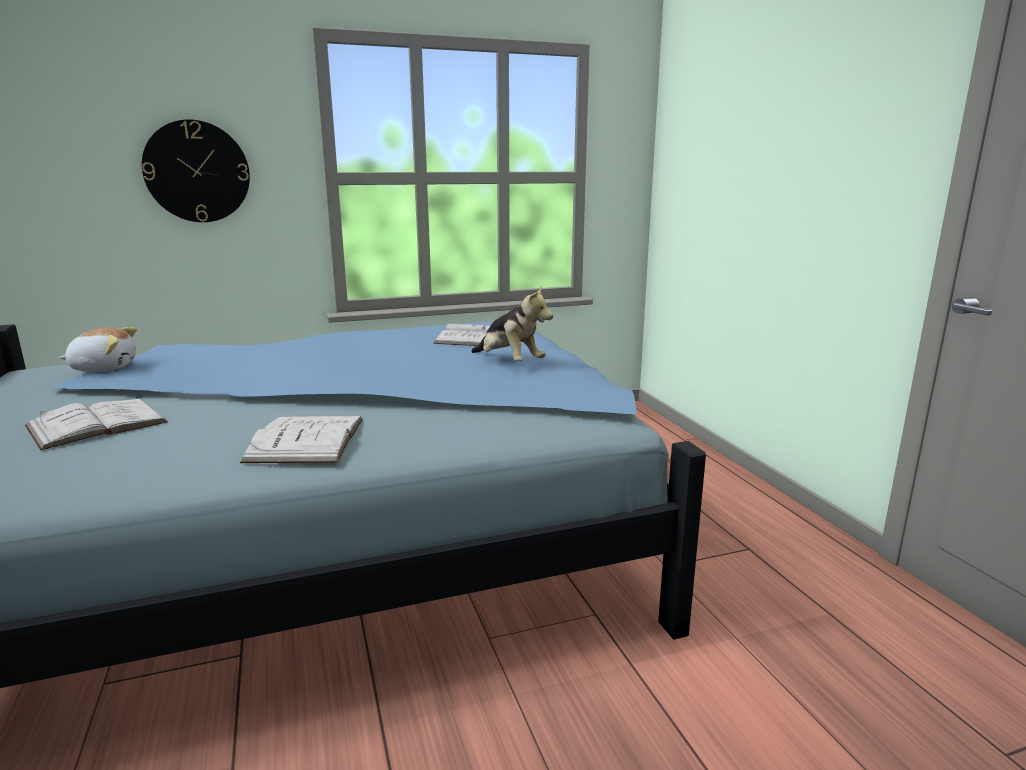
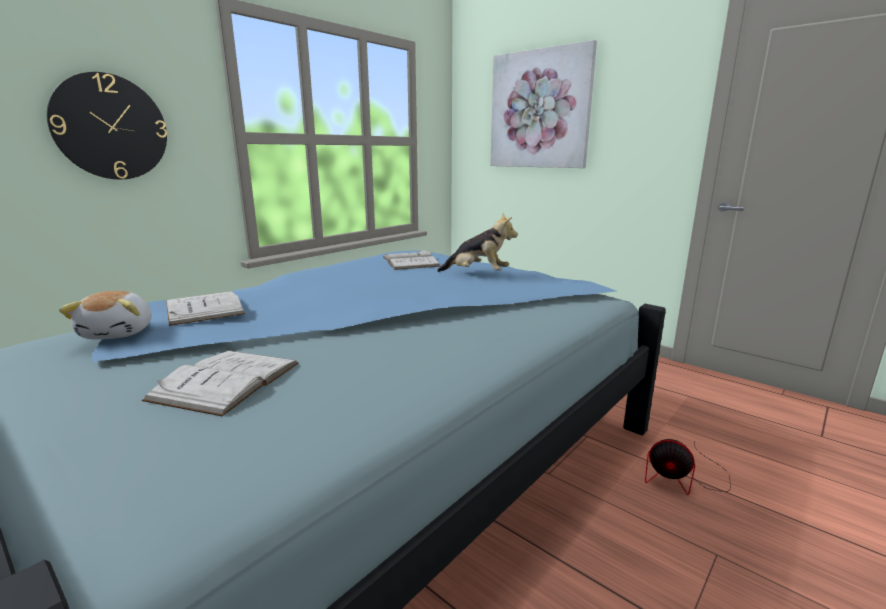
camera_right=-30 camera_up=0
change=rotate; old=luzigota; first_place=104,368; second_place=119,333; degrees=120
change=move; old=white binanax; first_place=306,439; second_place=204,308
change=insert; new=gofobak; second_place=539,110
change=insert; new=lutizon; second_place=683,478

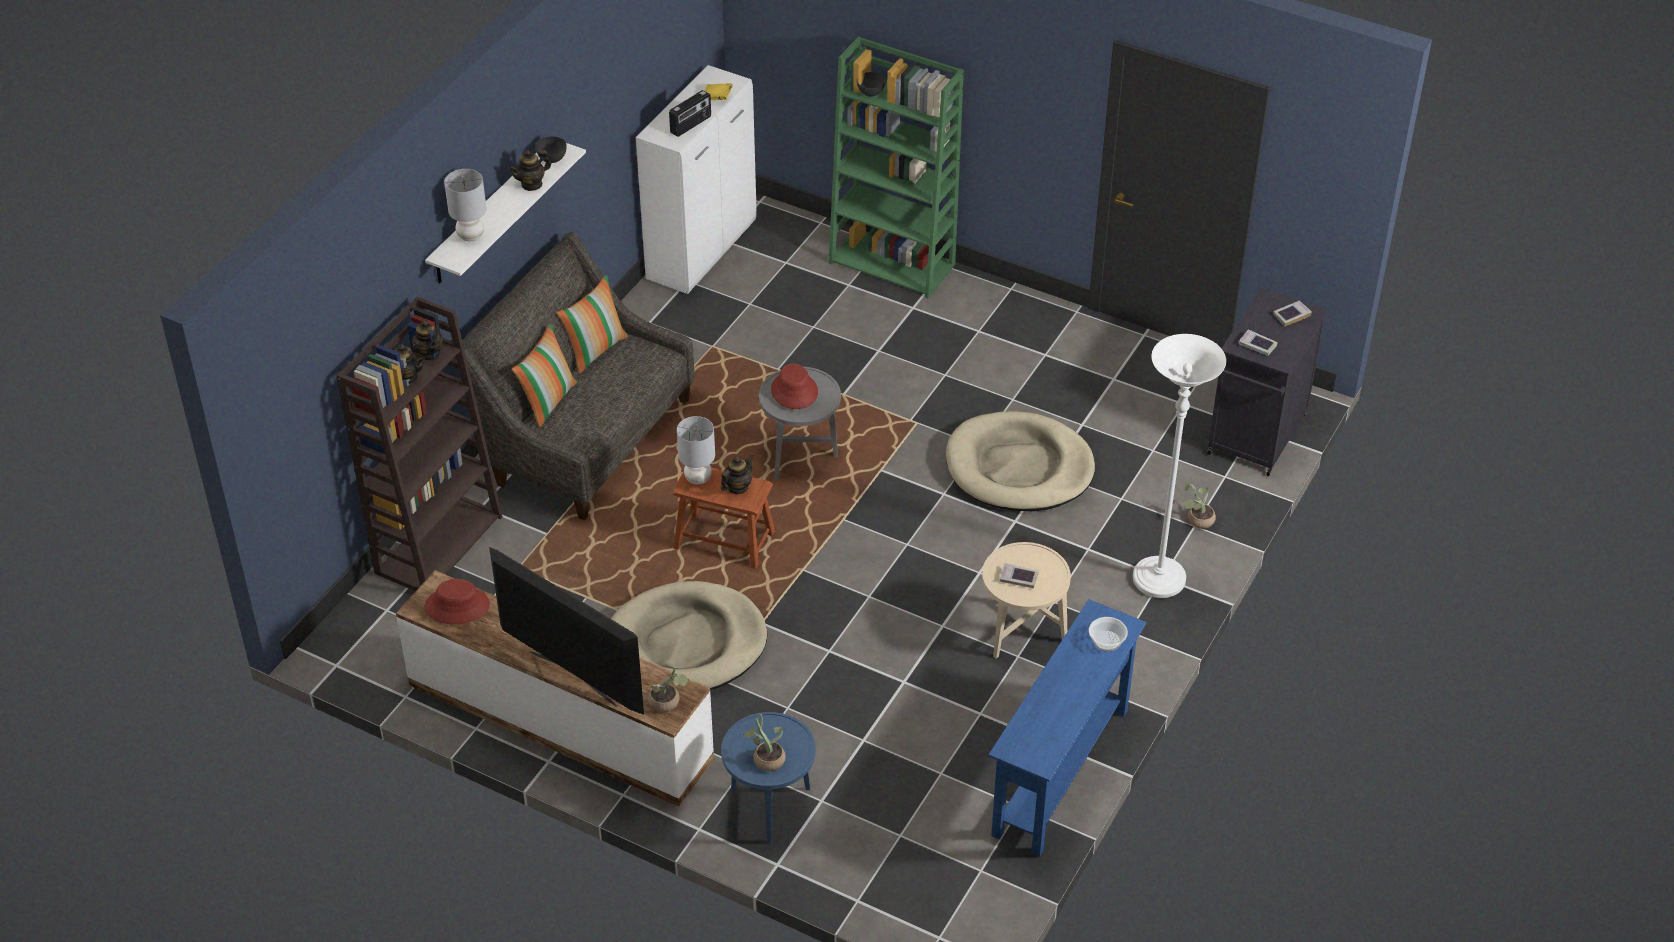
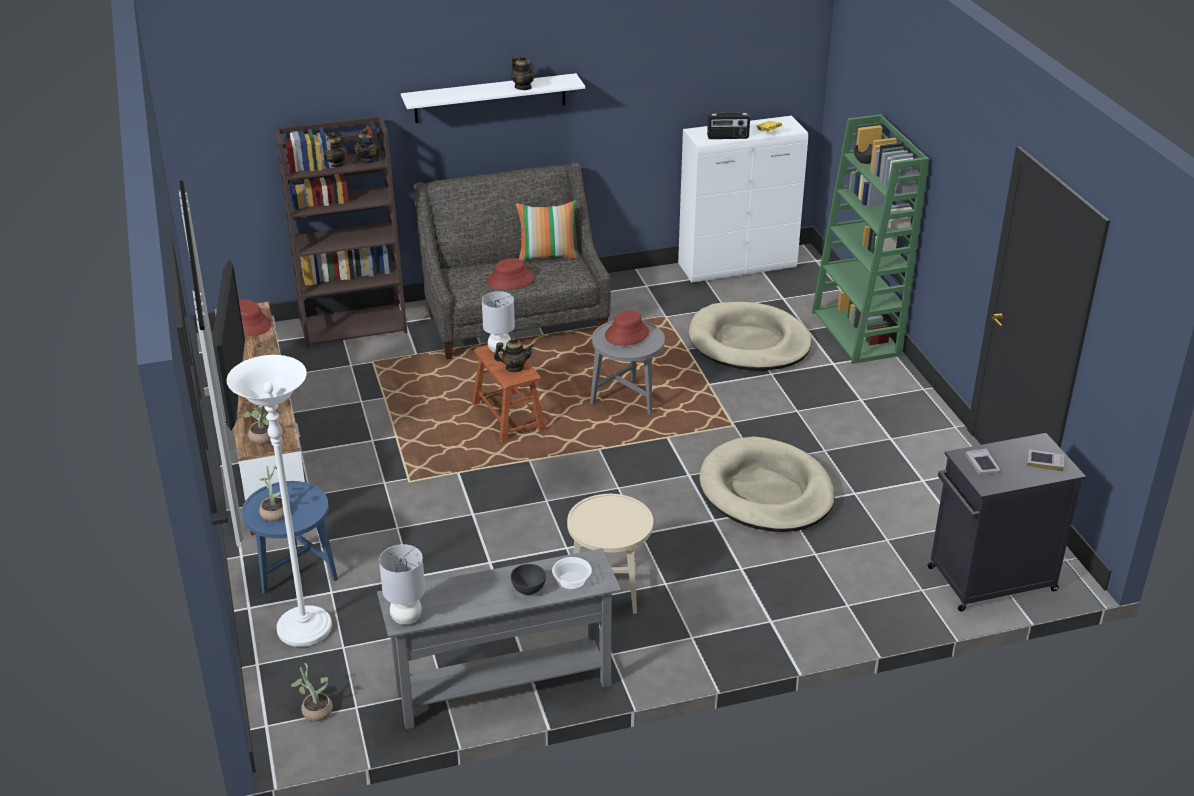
camera_right=45 camera_up=-10
change=move; old=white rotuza; first_place=1159,580; second_place=304,629
change=move; old=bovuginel; first_place=1197,520; second_place=314,710
change=recolor; old=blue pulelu; new=grey pulelu; first_place=1061,772; second_place=504,689
change=move; old=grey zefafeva; first_place=471,236; second_place=406,618
change=insert; new=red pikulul; second_place=510,280
change=rotate; old=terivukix; first_place=532,184; second_place=523,87; degrees=-135
change=move; old=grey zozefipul; first_place=552,159; second_place=529,589
change=move; old=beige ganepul; first_place=687,643; second_place=749,342
change=delete; old=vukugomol; first_place=548,400
change=delete; old=binanax; first_place=1018,578

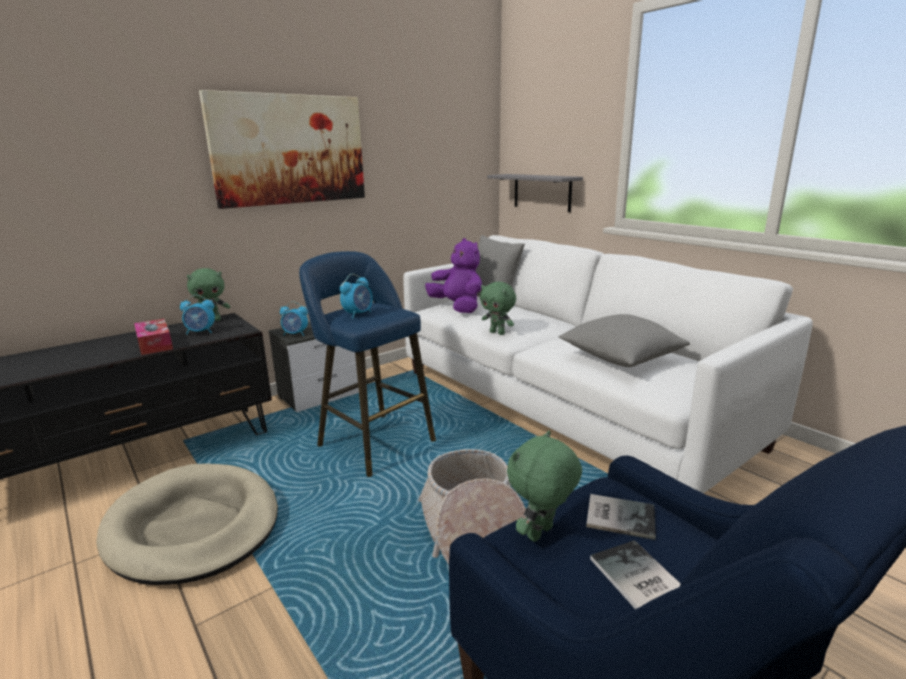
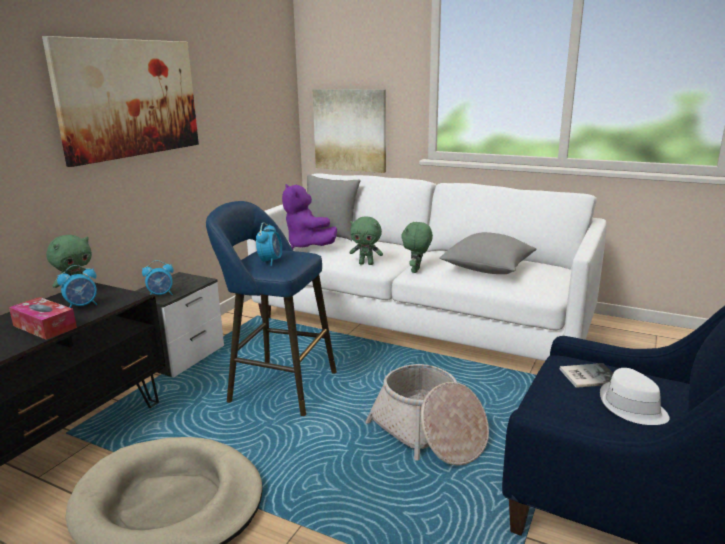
camera_right=-25 camera_up=0
change=rotate; old=purple luzigota; first_place=457,307; second_place=307,246; degrees=-150
change=replace; old=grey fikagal; new=gofobak; first_place=542,192; second_place=350,130
change=move; old=green luzigota; first_place=541,534; second_place=416,271
change=replace; old=binanax; new=white pikulul; first_place=635,577; second_place=632,407

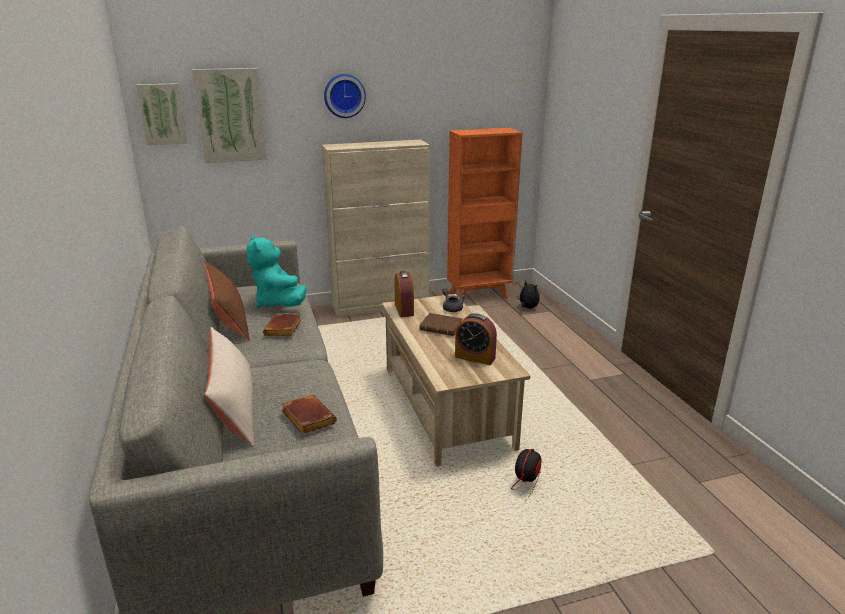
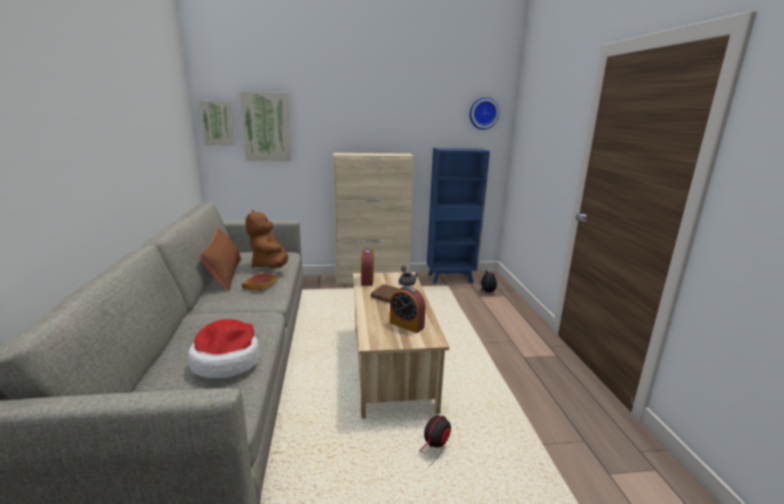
camera_right=10 camera_up=-5
change=replace; old=brown binanax; new=pikulul; first_place=306,418; second_place=227,361
change=recolor; old=turquoise luzigota; new=brown luzigota; first_place=278,303; second_place=270,265
change=recolor; old=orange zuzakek; new=blue zuzakek; first_place=479,295; second_place=451,278
change=move; old=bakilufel; first_place=344,95; second_place=483,113
change=delete; old=beige vukugomol; first_place=234,409

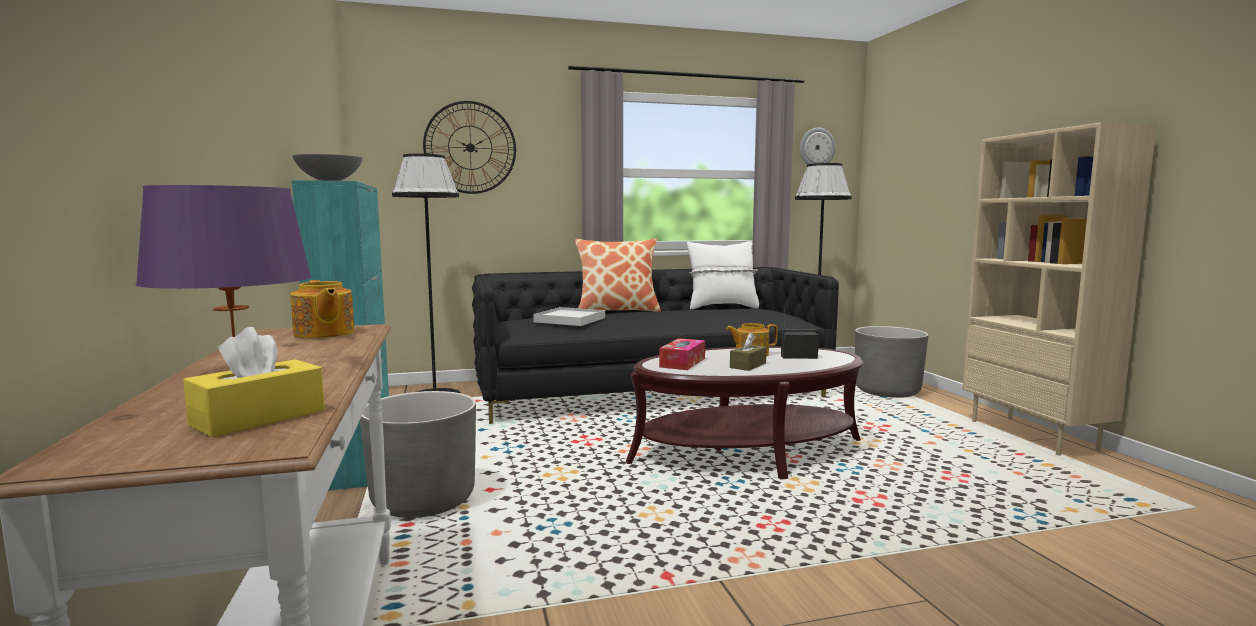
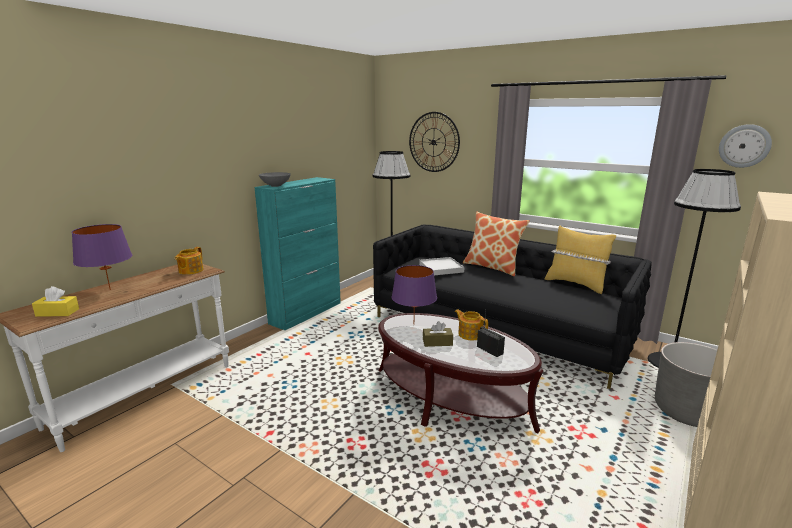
camera_right=50 camera_up=10
change=replace; old=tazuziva; new=purple zefafeva; first_place=682,362; second_place=413,324
change=recolor; old=white vukugomol; new=yellow vukugomol; first_place=721,307; second_place=575,284
change=delete; old=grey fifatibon; first_place=423,500

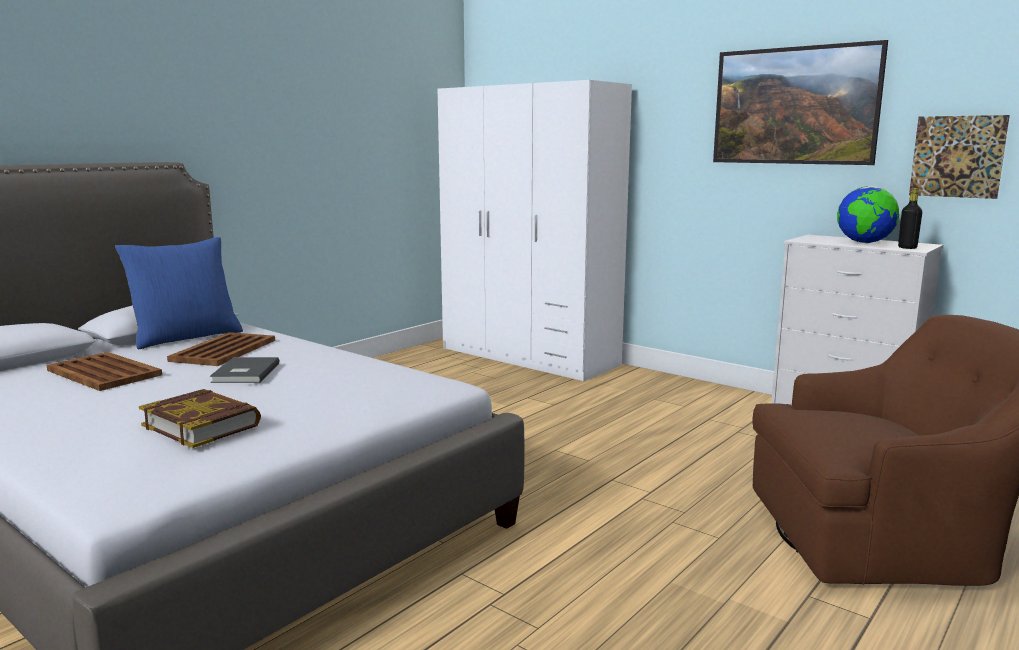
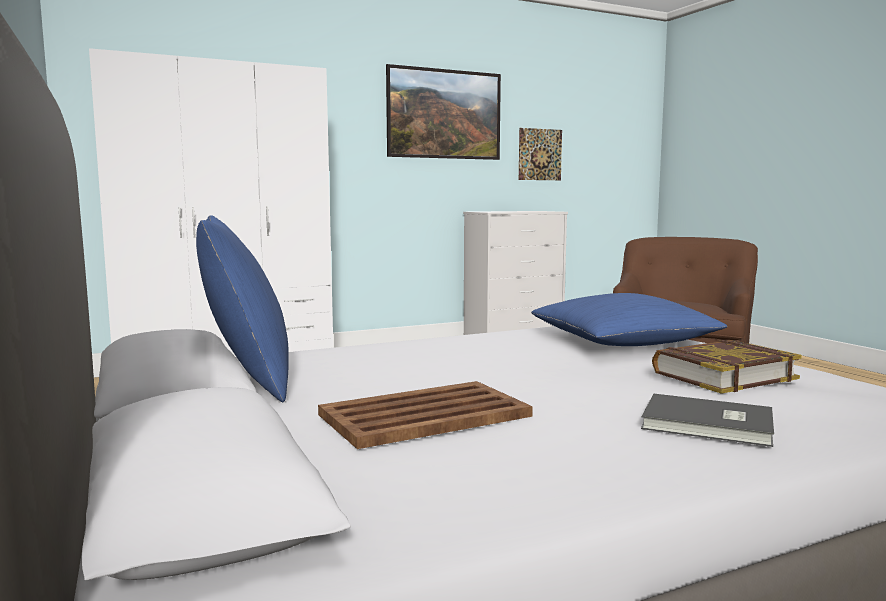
camera_right=-65 camera_up=-5
change=insert; new=blue vukugomol; second_place=621,342
change=move; old=grey binanax; first_place=244,373; second_place=709,425
change=delete; old=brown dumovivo; first_place=223,351
change=delete; old=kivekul; first_place=864,243
change=delete; old=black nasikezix; first_place=907,248

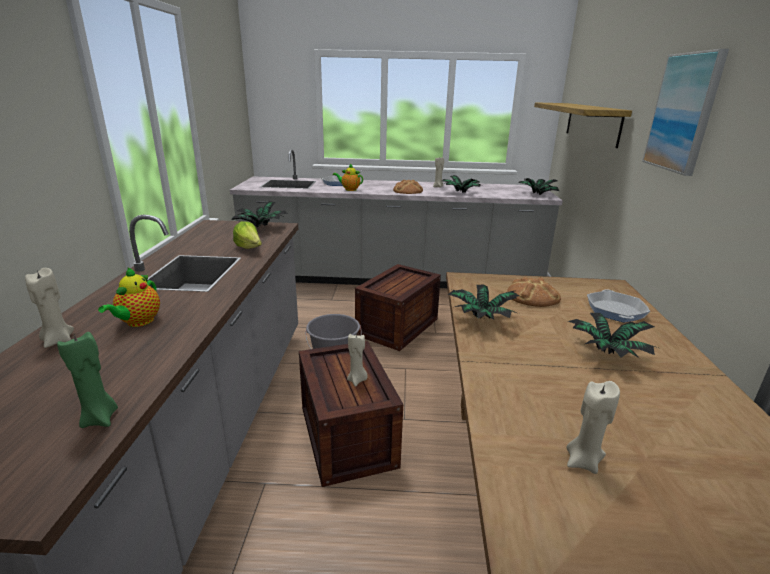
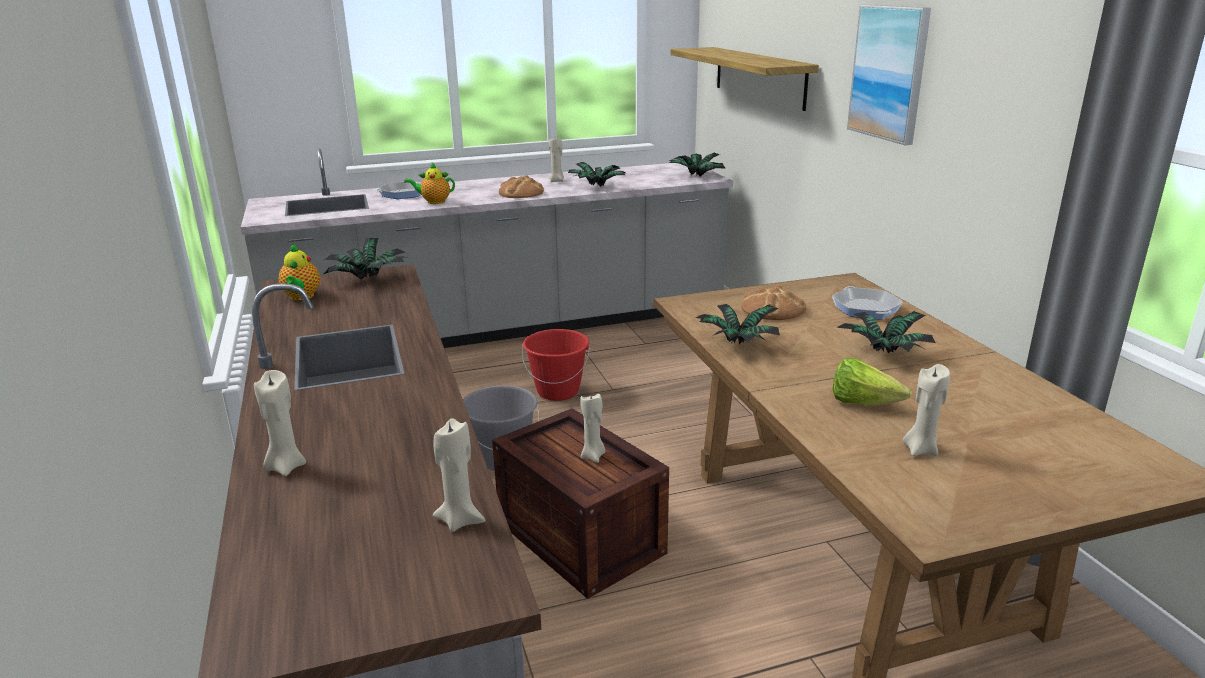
camera_right=-20 camera_up=0
change=move; old=terivukix; first_place=138,322; second_place=301,297
change=recolor; old=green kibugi; new=beige kibugi; first_place=100,418; second_place=460,520
change=replace; old=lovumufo; new=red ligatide; first_place=398,326; second_place=558,391
change=move; old=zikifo; first_place=249,249; second_place=863,403

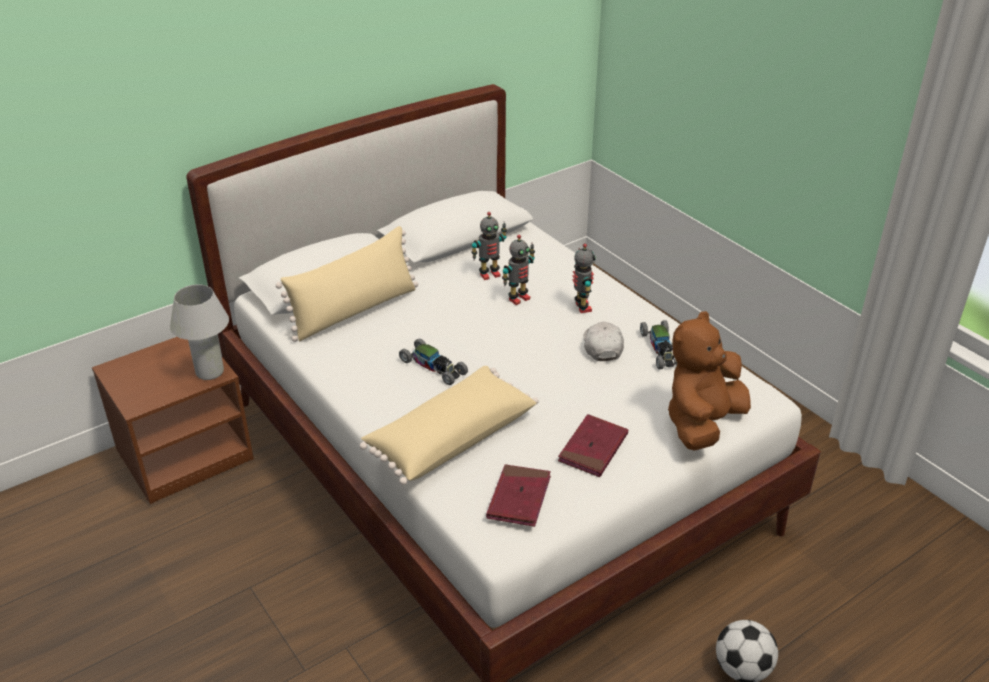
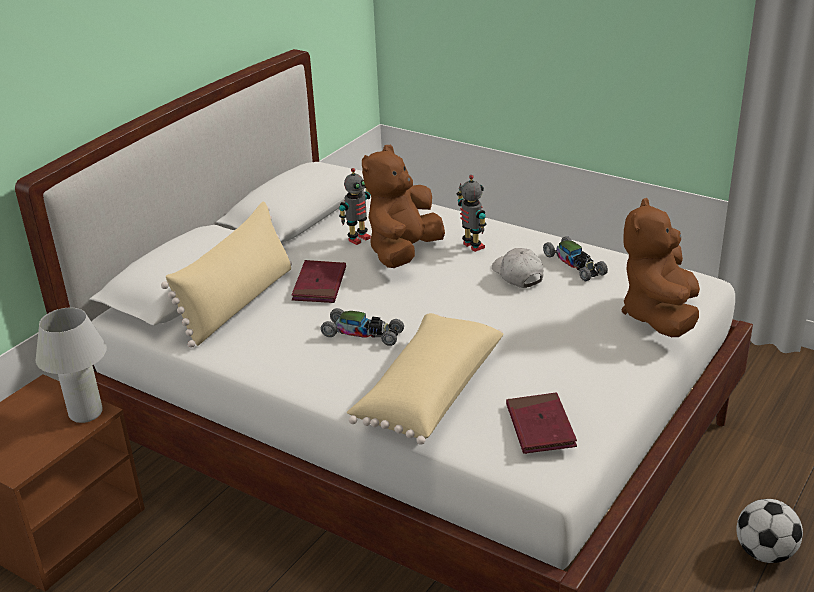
camera_right=-20 camera_up=-5
change=move; old=red binanax; first_place=593,448; second_place=319,285
change=replace; old=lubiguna; new=brown luzigota; first_place=518,298; second_place=403,253

